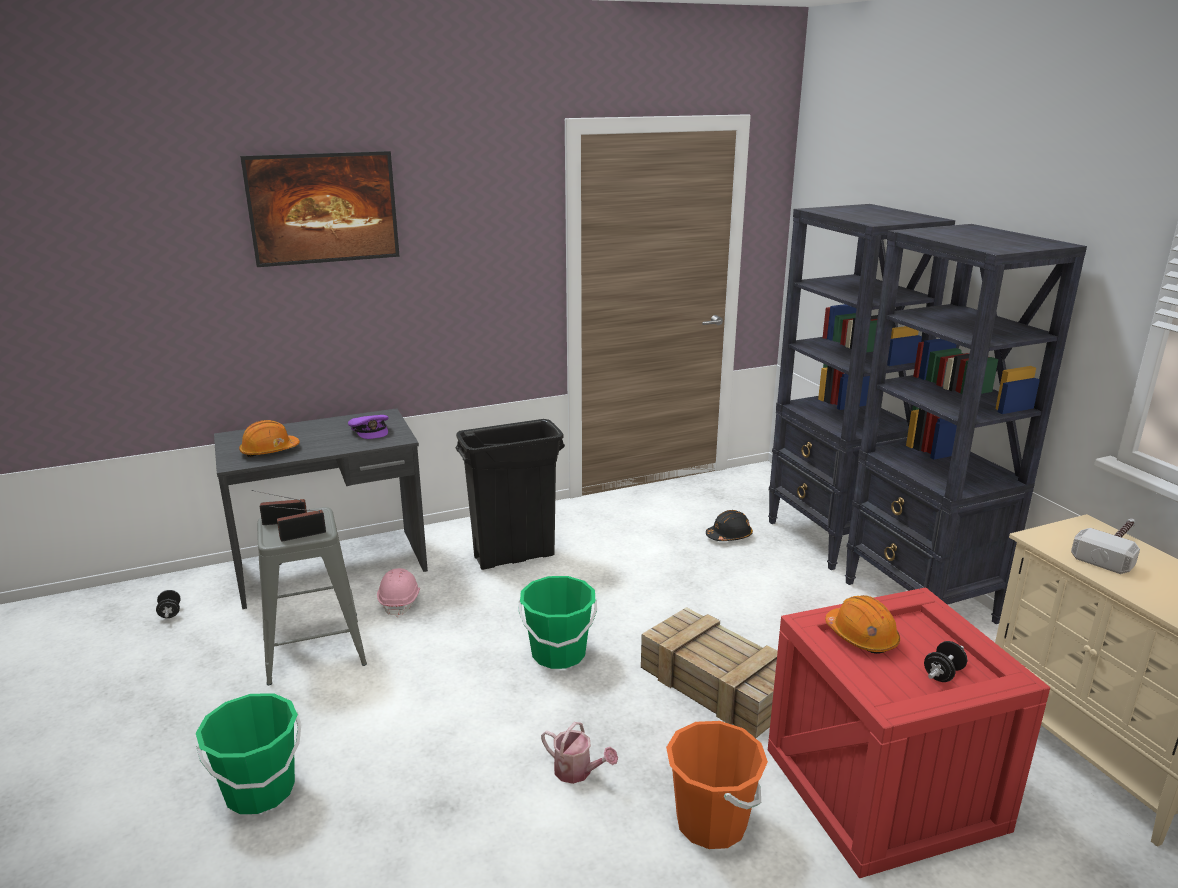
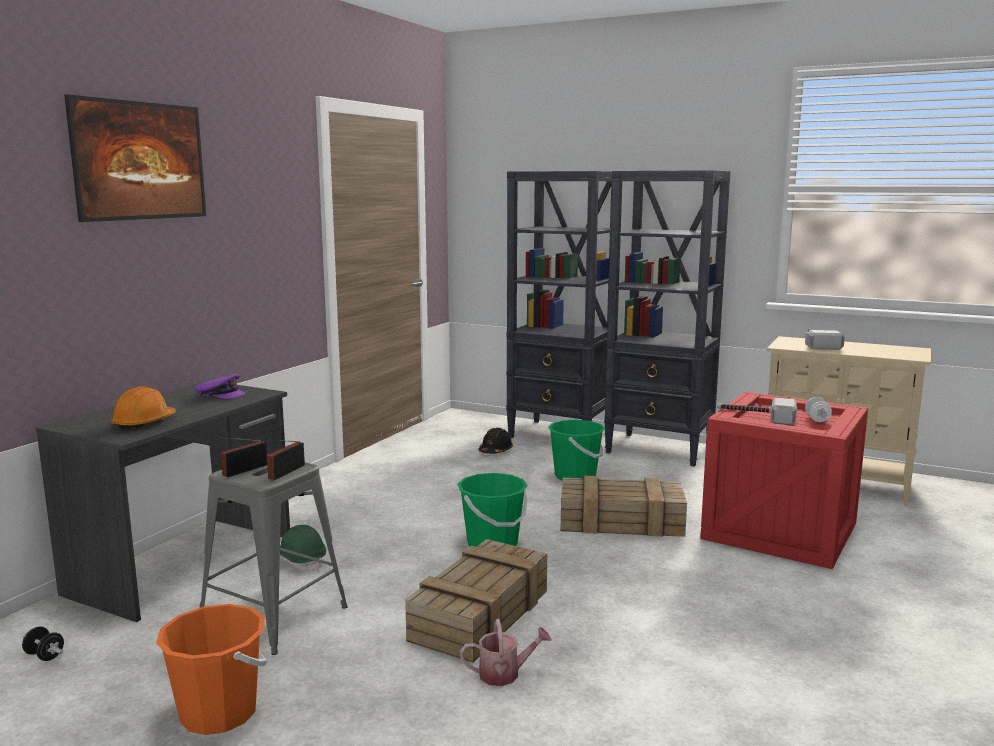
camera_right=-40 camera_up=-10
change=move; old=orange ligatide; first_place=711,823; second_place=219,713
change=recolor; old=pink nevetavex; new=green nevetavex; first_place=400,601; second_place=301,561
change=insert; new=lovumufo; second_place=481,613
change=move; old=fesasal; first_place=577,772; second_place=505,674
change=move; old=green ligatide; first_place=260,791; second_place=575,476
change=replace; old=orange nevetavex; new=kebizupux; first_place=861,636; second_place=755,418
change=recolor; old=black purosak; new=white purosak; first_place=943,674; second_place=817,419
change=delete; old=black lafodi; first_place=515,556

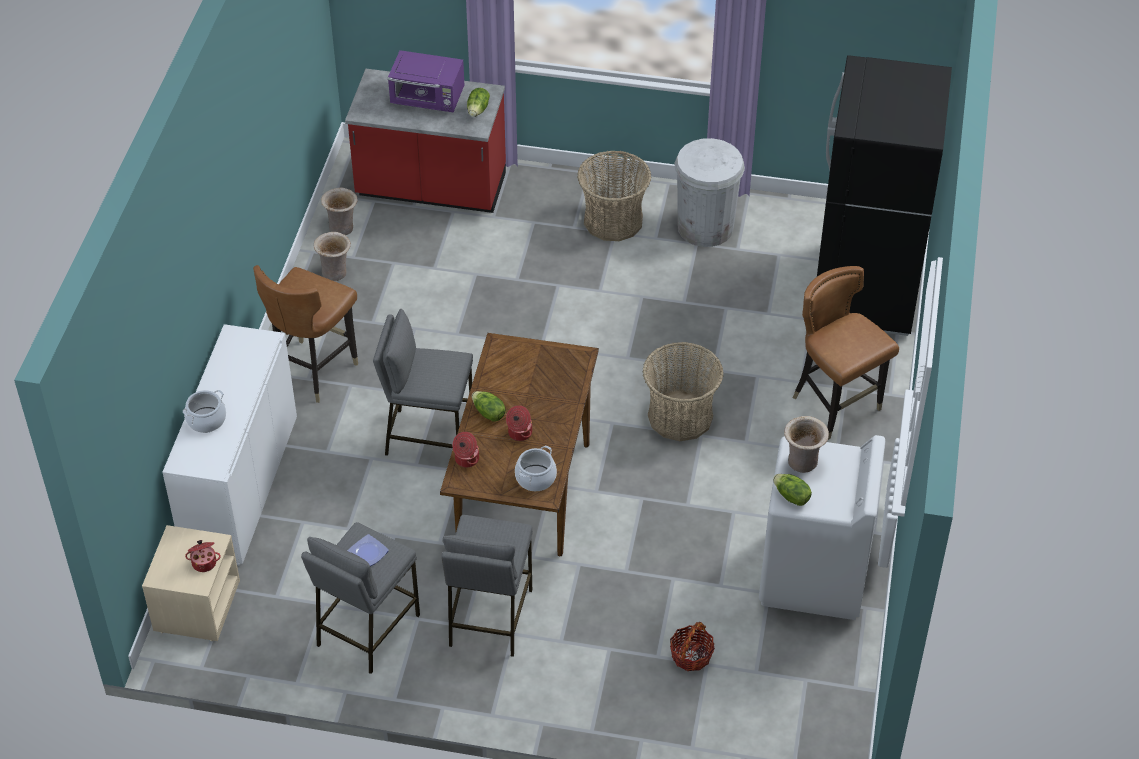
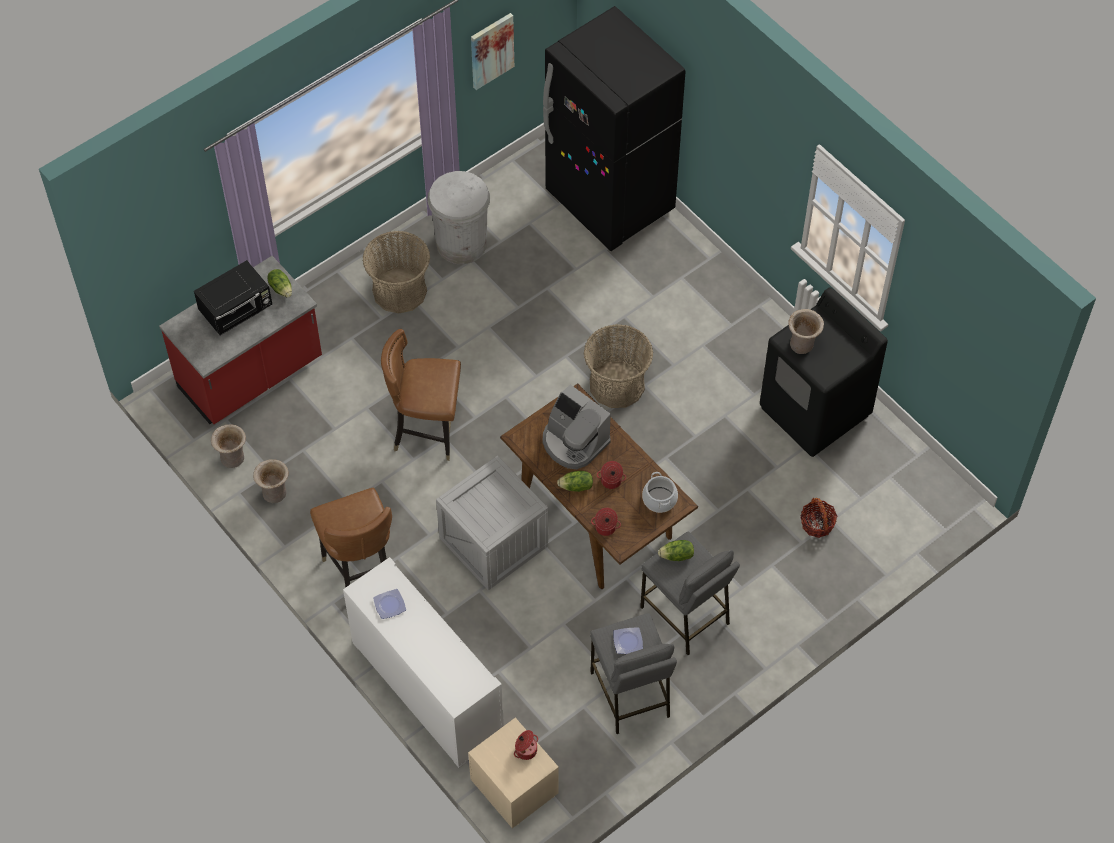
camera_right=-50 camera_up=10
change=recolor; old=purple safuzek; new=black safuzek; first_place=428,99; second_place=237,310
change=insert; new=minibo; second_place=389,605
change=move; old=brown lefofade; first_place=836,406; second_place=427,432
change=replace; old=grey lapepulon; new=lovumufo; first_place=429,436; second_place=493,542
change=insert; new=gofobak; second_place=491,50
change=insert; new=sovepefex; second_place=574,442
change=move; old=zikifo; first_place=791,497; second_place=677,556
change=recolor; old=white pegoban; new=black pegoban; first_place=814,576; second_place=815,411
change=delete; old=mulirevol; first_place=206,420

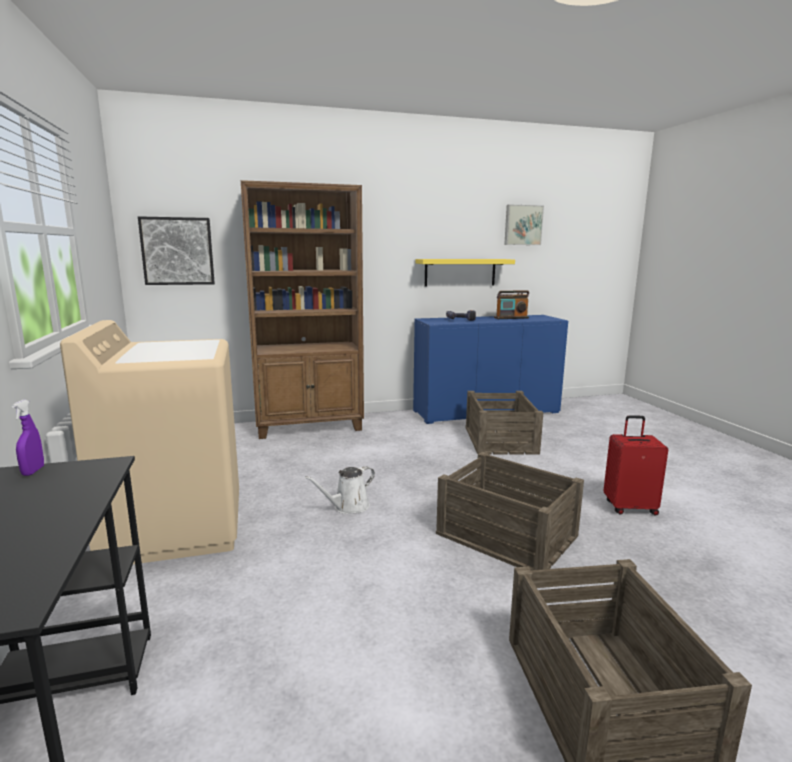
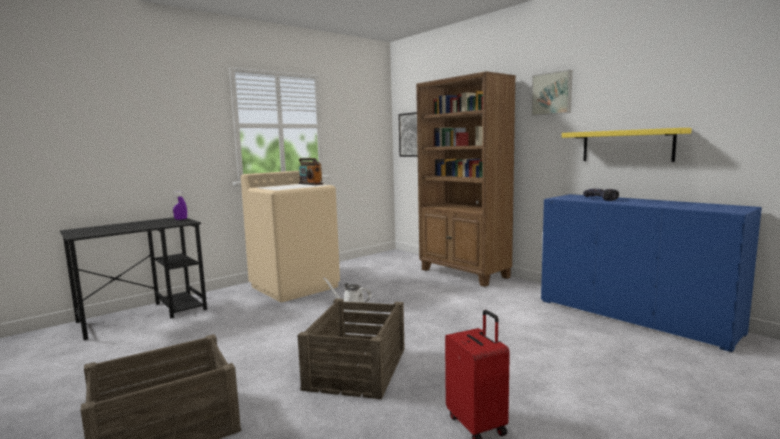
camera_right=65 camera_up=-5
change=move; old=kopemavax; first_place=511,318; second_place=310,184
change=move; old=gofobak; first_place=522,225; second_place=552,93
change=delete; old=lovumufo; first_place=500,439

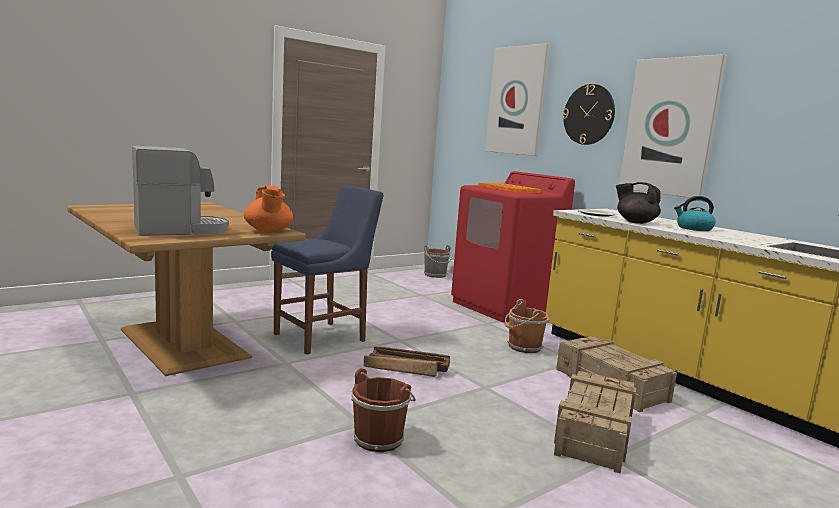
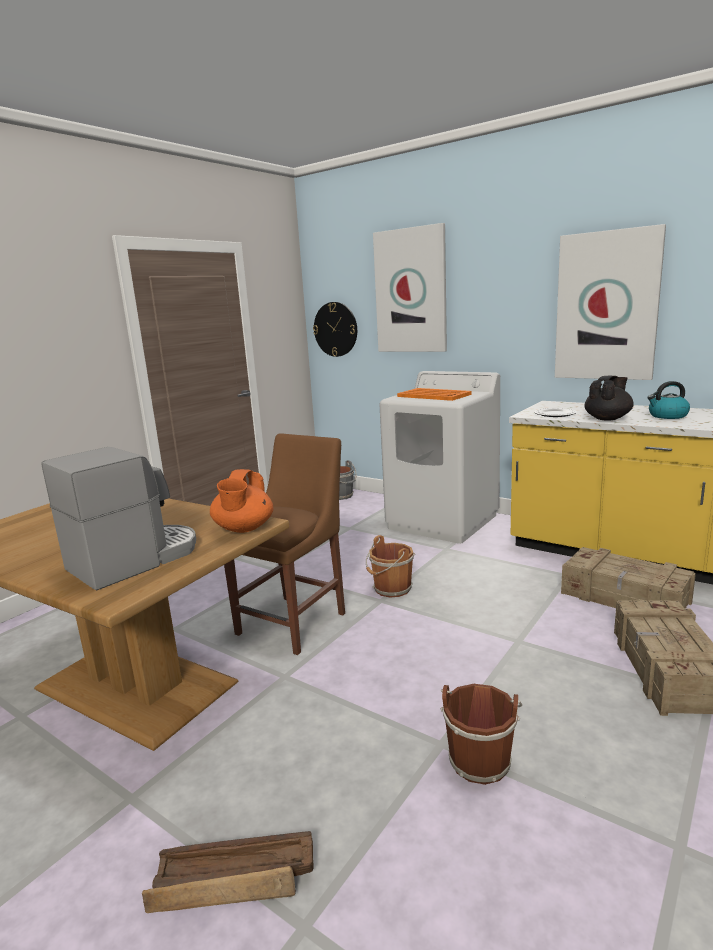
camera_right=-15 camera_up=5
change=move; old=lovumufo; first_place=407,369; second_place=234,881
change=rotate; old=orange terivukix; first_place=268,231; second_place=243,529; degrees=45
change=recolor; old=blue lefofade; new=brown lefofade; first_place=324,337; second_place=295,621
change=move; old=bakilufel; first_place=589,114; second_place=335,329
change=move; old=brown ligatide; first_place=523,347; second_place=391,589
change=recolor; old=red pegoban; new=white pegoban; first_place=504,307; second_place=443,522
change=rotate; old=black terivukix; first_place=635,222; second_place=608,419; degrees=120

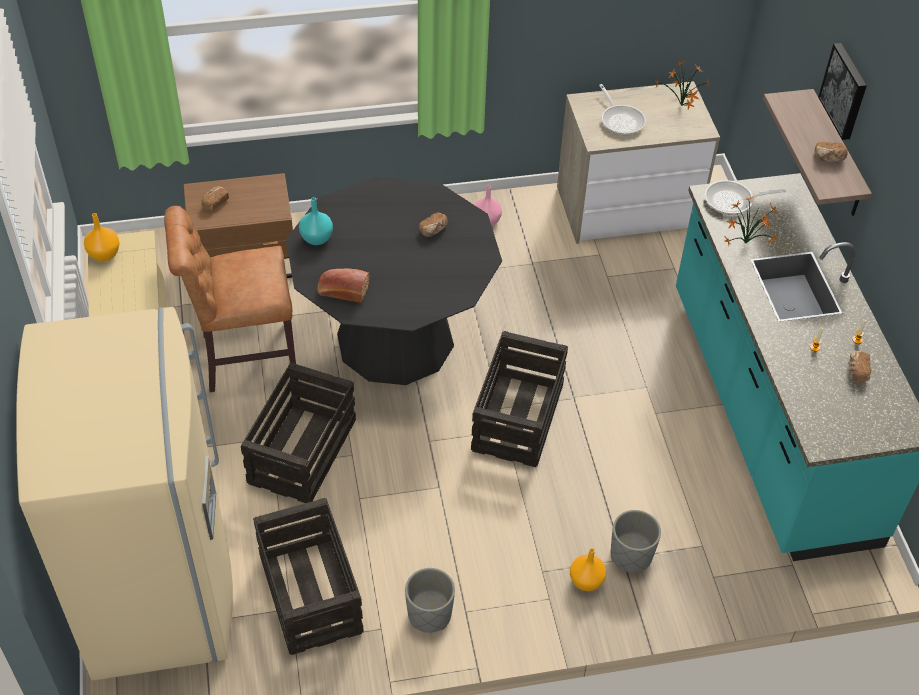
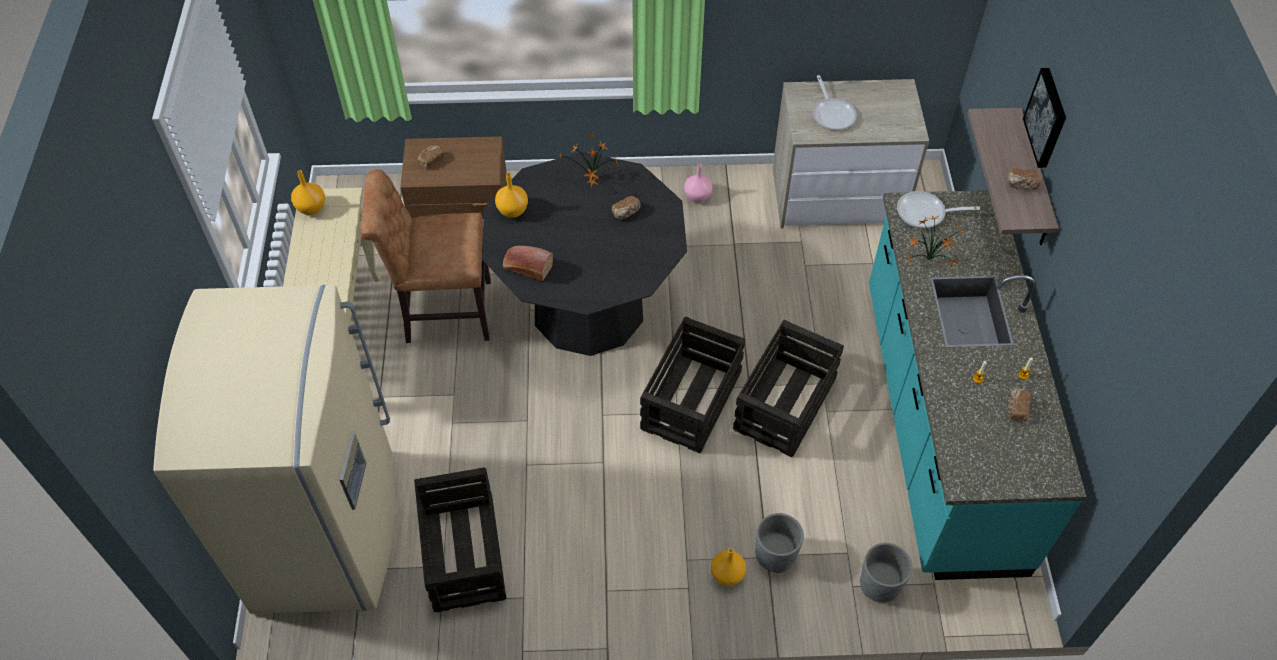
camera_right=10 camera_up=5
change=recolor; old=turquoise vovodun; new=orange vovodun; first_place=316,239; second_place=512,211
change=move; old=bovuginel; first_place=681,107; second_place=592,180
change=move; old=lovumufo; first_place=302,452; second_place=784,405
change=move; old=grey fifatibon; first_place=429,615; second_place=879,584

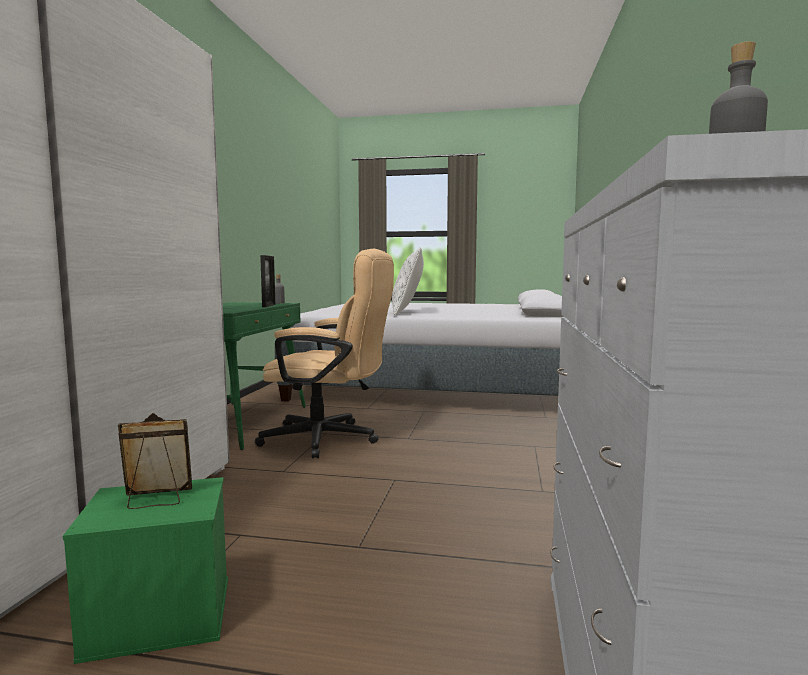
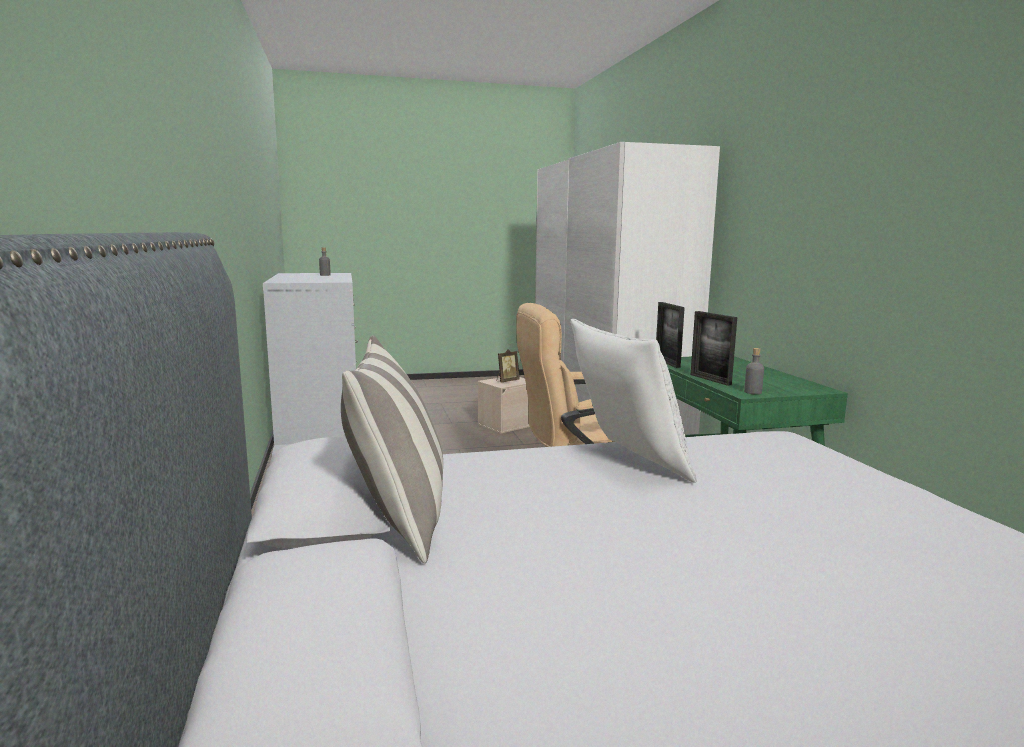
camera_right=155 camera_up=5
change=insert; new=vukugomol; second_place=398,520
change=recolor; old=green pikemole; new=beige pikemole; first_place=157,618; second_place=507,424
change=insert; new=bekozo; second_place=667,363

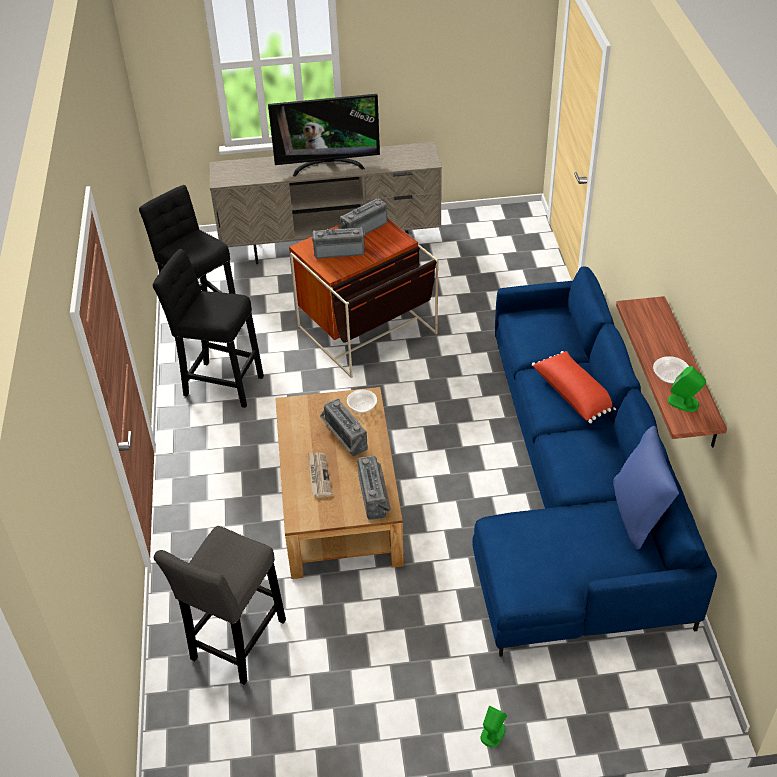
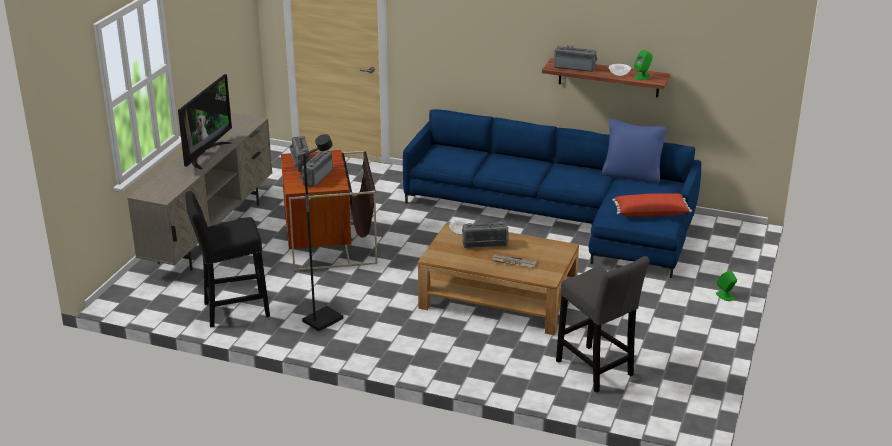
camera_right=-65 camera_up=-15
change=replace; old=black lapepulon; new=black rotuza; first_place=220,384; second_place=322,320
change=move; old=kopemavax; first_place=375,496; second_place=575,67
change=move; old=red vukugomol; first_place=576,394; second_place=650,213

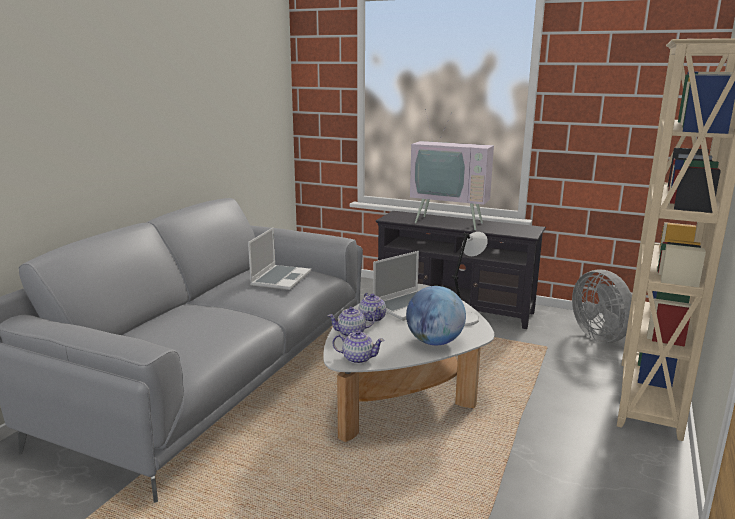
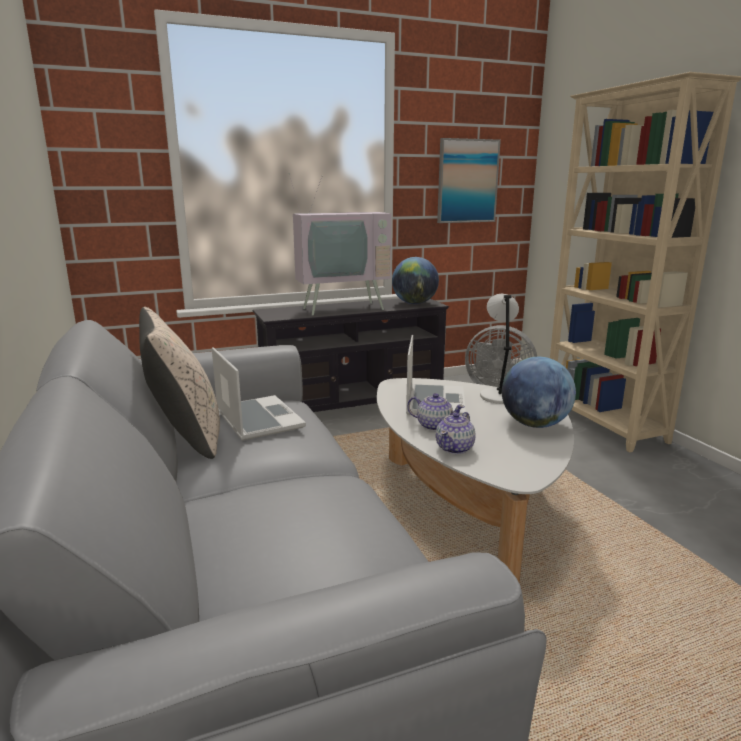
camera_right=-45 camera_up=0
change=insert; new=beige vukugomol; second_place=186,436
change=insert; new=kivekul; second_place=414,303
change=insert; new=gofobak; second_place=467,181
change=delete; old=terivukix; first_place=357,358

